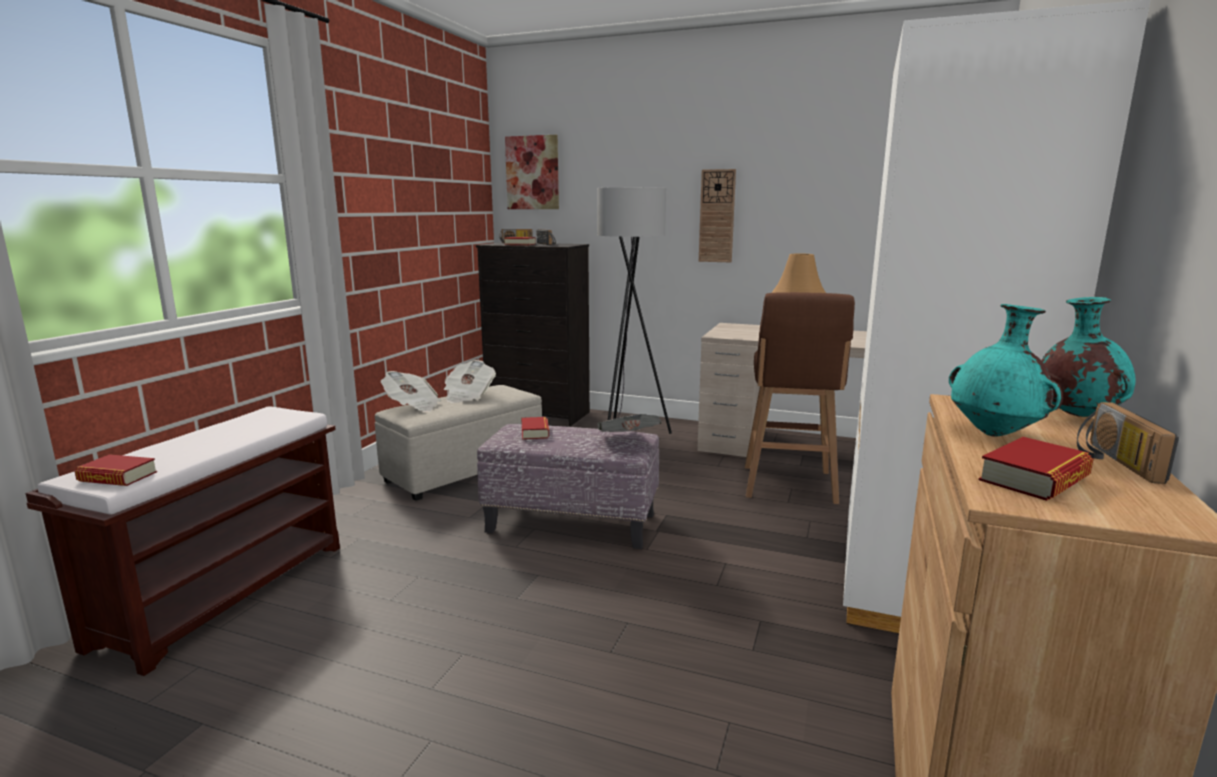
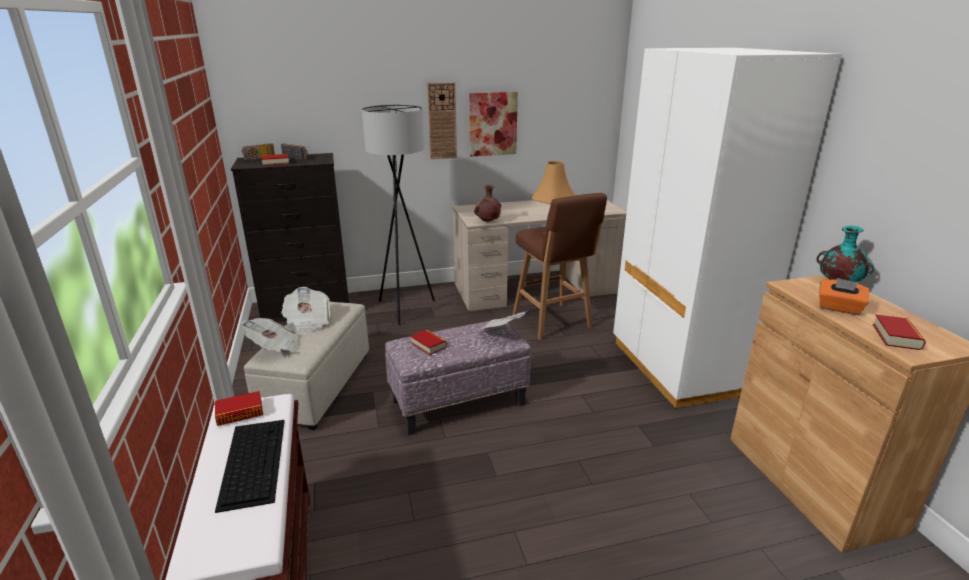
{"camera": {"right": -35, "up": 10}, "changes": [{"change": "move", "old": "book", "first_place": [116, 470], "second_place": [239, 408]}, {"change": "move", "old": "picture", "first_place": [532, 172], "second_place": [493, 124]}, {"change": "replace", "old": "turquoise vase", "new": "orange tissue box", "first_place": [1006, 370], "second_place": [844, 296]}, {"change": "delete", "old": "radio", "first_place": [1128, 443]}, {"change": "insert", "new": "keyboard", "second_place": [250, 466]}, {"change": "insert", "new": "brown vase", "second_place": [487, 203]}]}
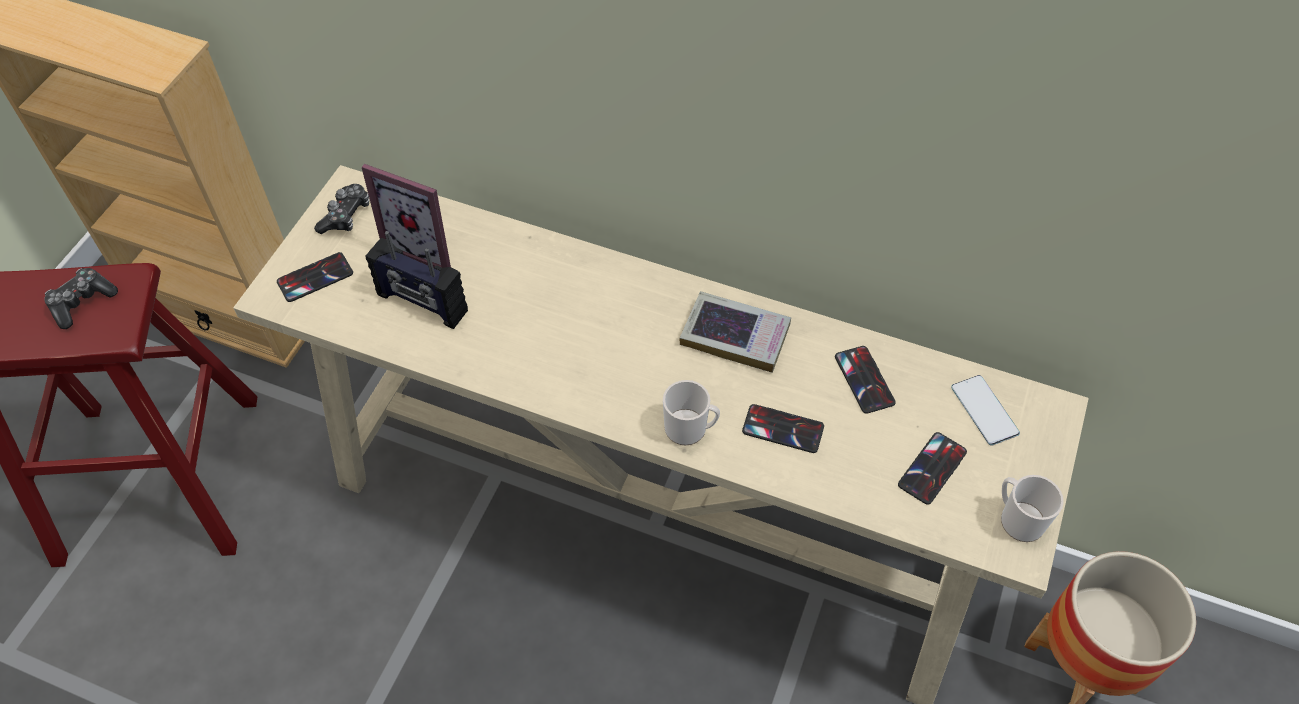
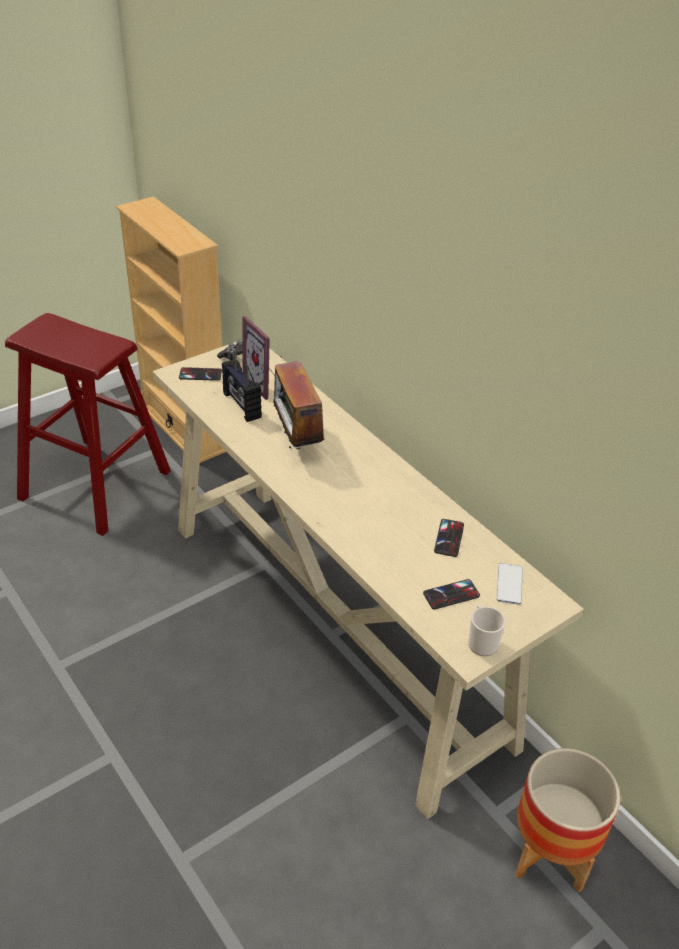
{"camera": {"right": 30, "up": -15}, "changes": [{"change": "delete", "old": "game controller", "first_place": [81, 298]}, {"change": "delete", "old": "mug", "first_place": [691, 412]}, {"change": "delete", "old": "book", "first_place": [735, 332]}, {"change": "delete", "old": "phone", "first_place": [783, 428]}, {"change": "insert", "new": "radio", "second_place": [294, 403]}]}
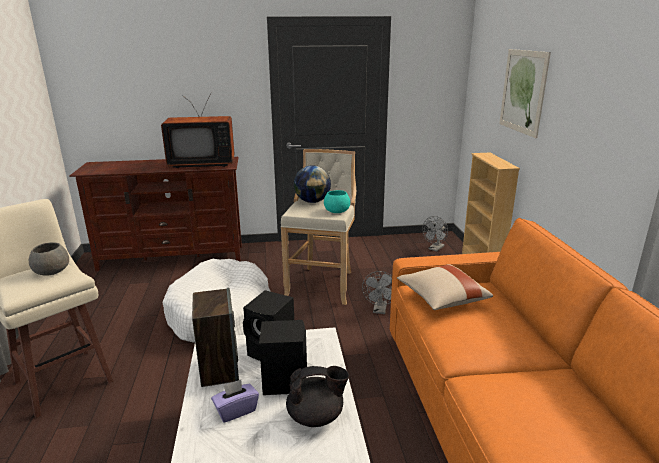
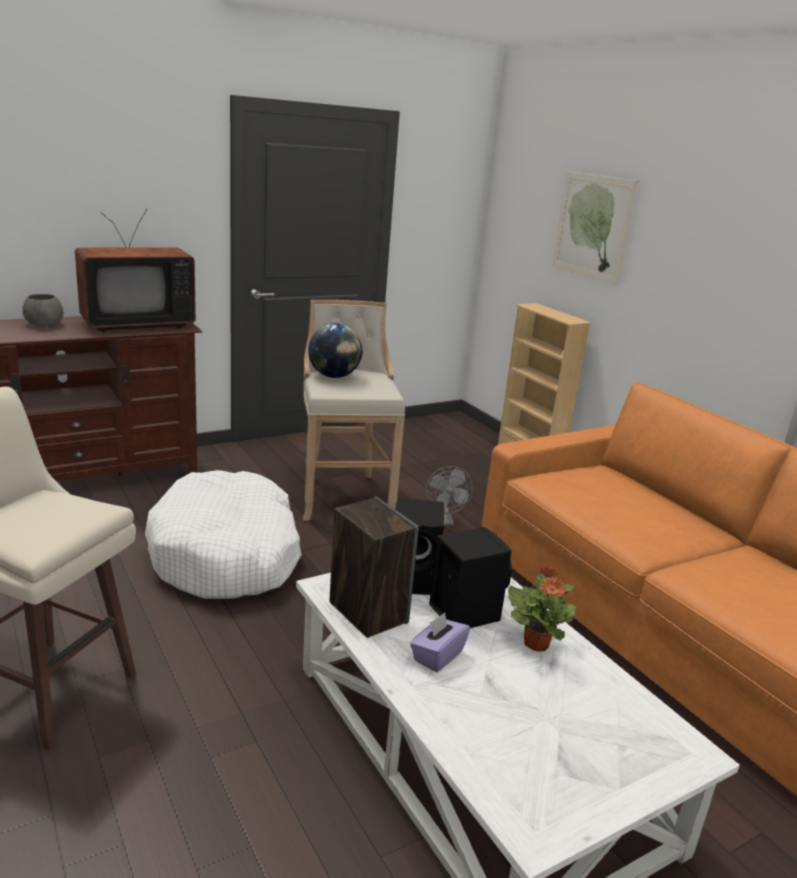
{"camera": {"right": -25, "up": 0}, "changes": [{"change": "move", "old": "grey bowl", "first_place": [49, 259], "second_place": [43, 310]}, {"change": "replace", "old": "black teapot", "new": "potted plant", "first_place": [317, 396], "second_place": [542, 609]}, {"change": "delete", "old": "turquoise bowl", "first_place": [337, 201]}, {"change": "delete", "old": "beige pillow", "first_place": [445, 287]}, {"change": "delete", "old": "grey fan", "first_place": [435, 234]}]}
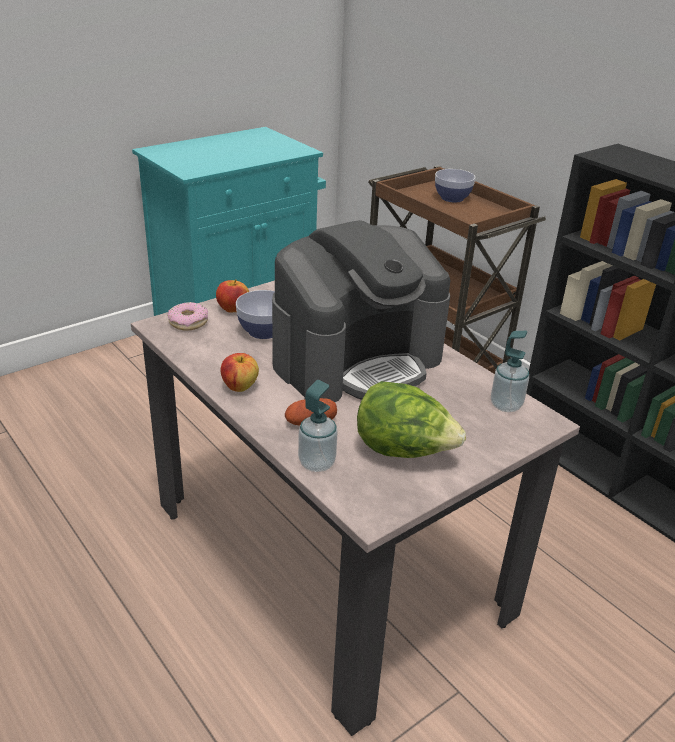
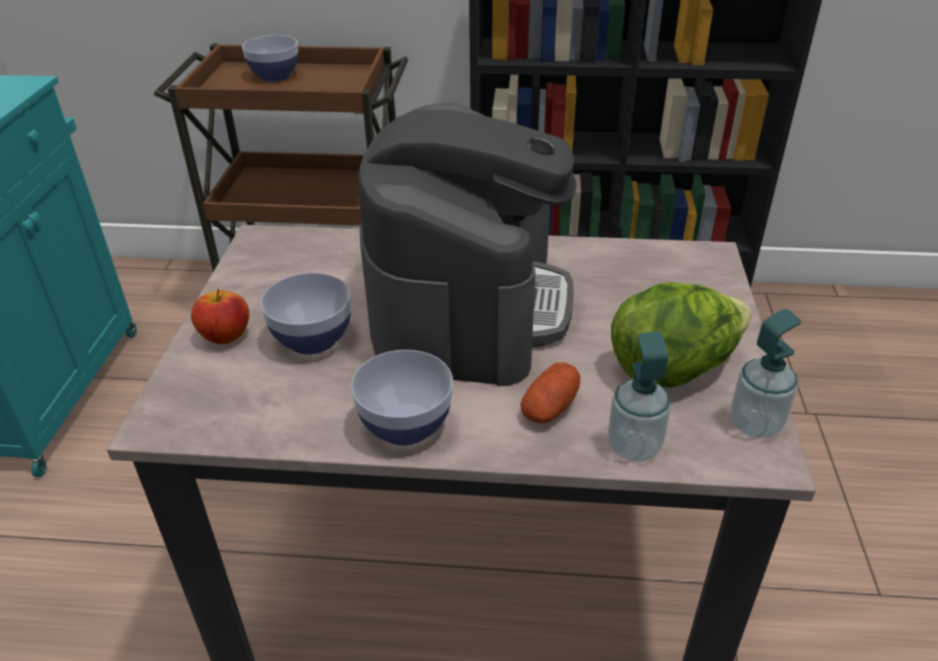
{"camera": {"right": -45, "up": 5}, "changes": [{"change": "delete", "old": "donut", "first_place": [188, 316]}, {"change": "replace", "old": "apple", "new": "bowl", "first_place": [239, 372], "second_place": [402, 398]}, {"change": "move", "old": "soap dispenser", "first_place": [510, 371], "second_place": [766, 374]}]}
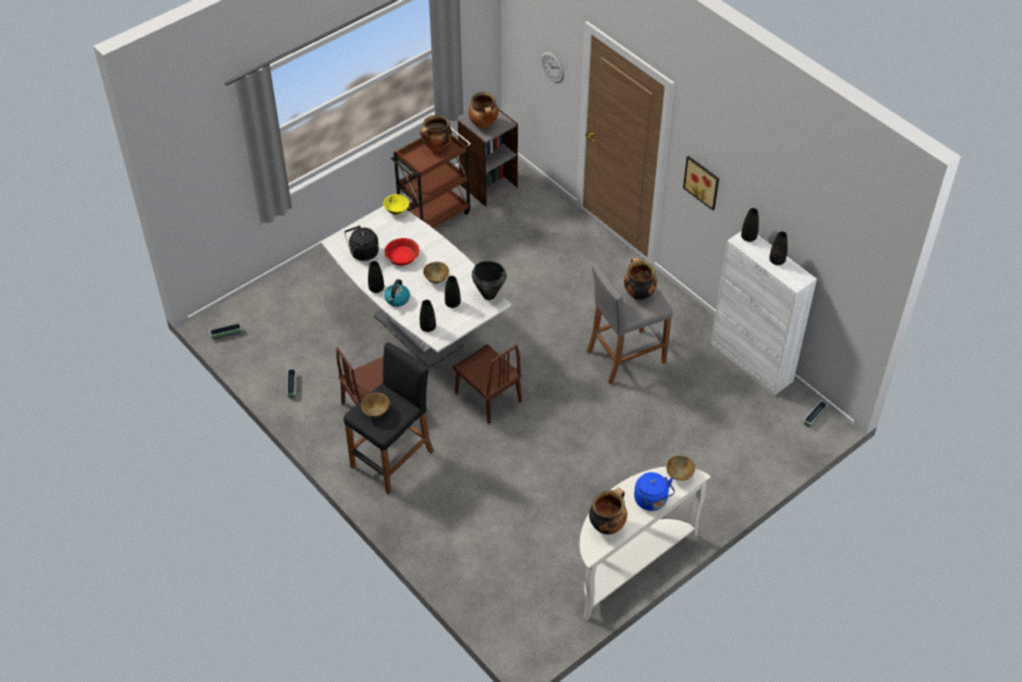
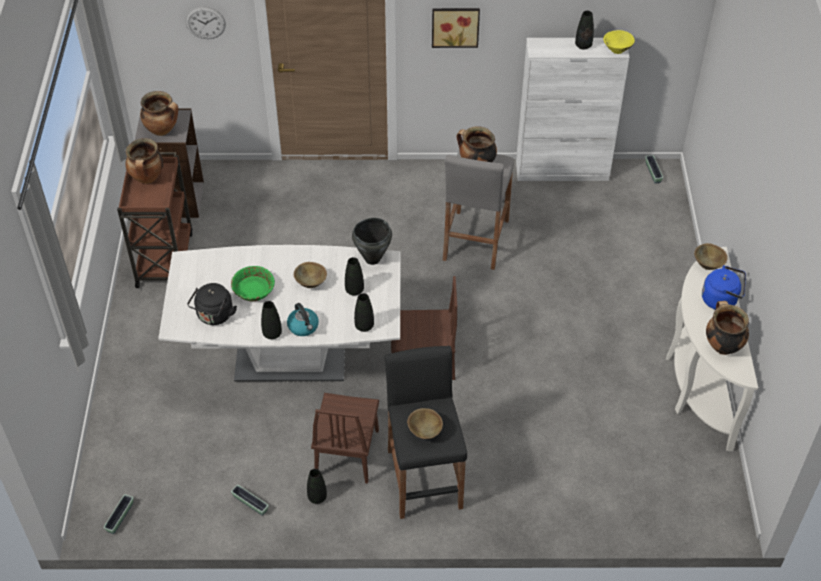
{"camera": {"right": -50, "up": 0}, "changes": [{"change": "move", "old": "yellow bowl", "first_place": [396, 204], "second_place": [619, 42]}, {"change": "recolor", "old": "red bowl", "new": "green bowl", "first_place": [401, 252], "second_place": [253, 283]}, {"change": "move", "old": "black vase", "first_place": [750, 225], "second_place": [317, 486]}]}
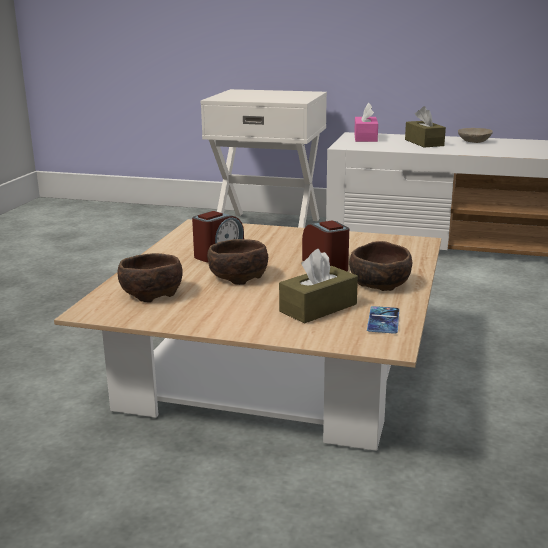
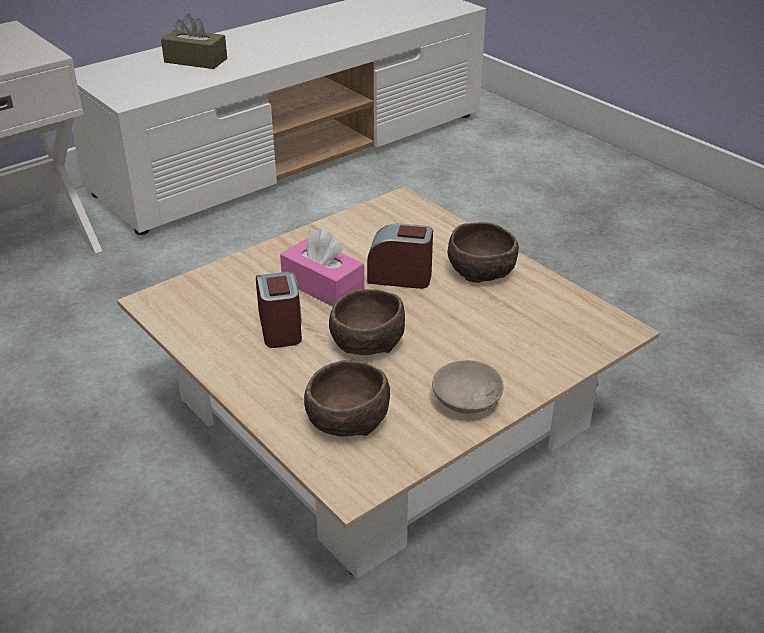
{"camera": {"right": -55, "up": 15}, "changes": [{"change": "delete", "old": "brown tissue box", "first_place": [318, 286]}, {"change": "move", "old": "pink tissue box", "first_place": [366, 122], "second_place": [322, 267]}, {"change": "delete", "old": "phone", "first_place": [383, 320]}, {"change": "move", "old": "beige bowl", "first_place": [475, 135], "second_place": [468, 387]}]}
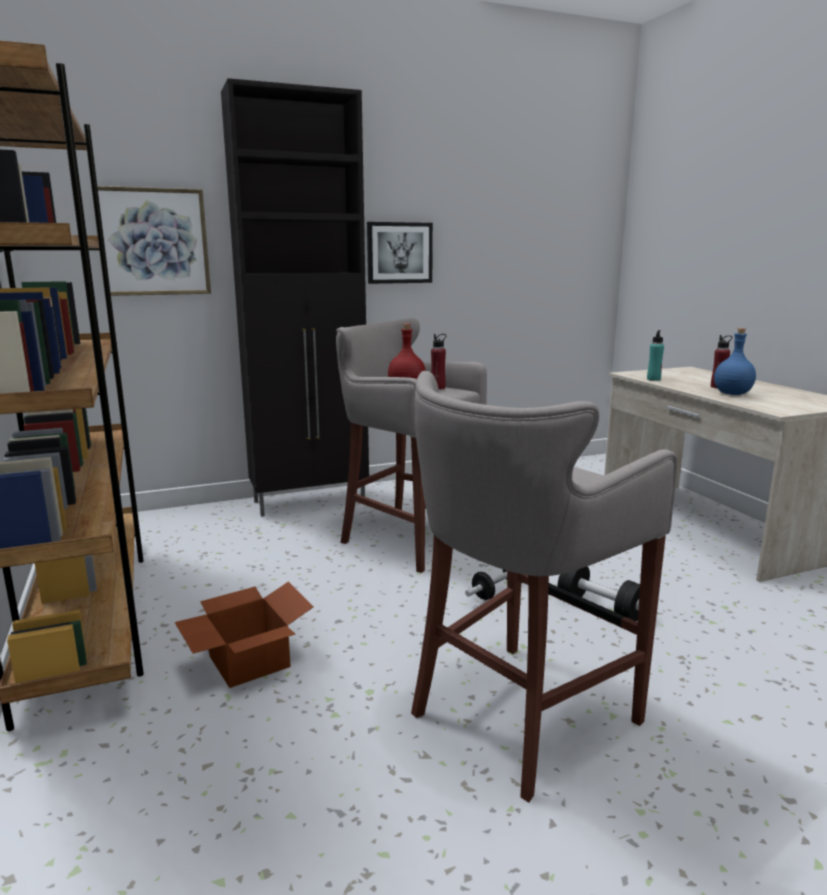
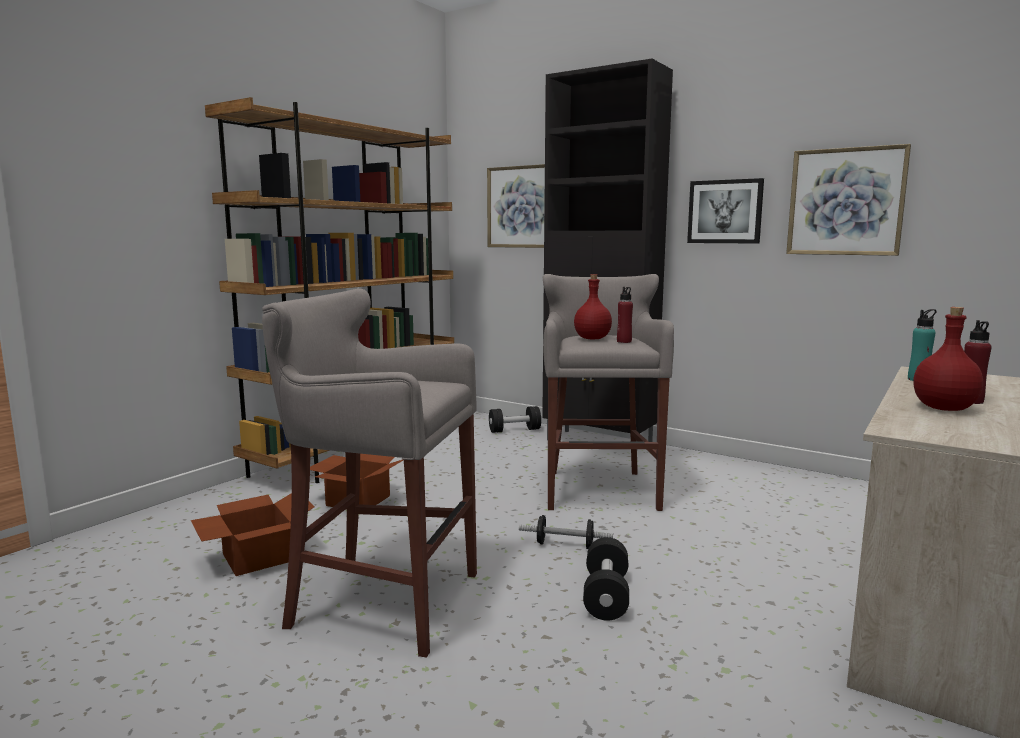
{"camera": {"right": 55, "up": -5}, "changes": [{"change": "recolor", "old": "blue bottle", "new": "red bottle", "first_place": [735, 361], "second_place": [948, 359]}, {"change": "insert", "new": "cardboard box", "second_place": [253, 534]}, {"change": "insert", "new": "black dumbbell", "second_place": [515, 419]}, {"change": "insert", "new": "picture", "second_place": [848, 200]}]}
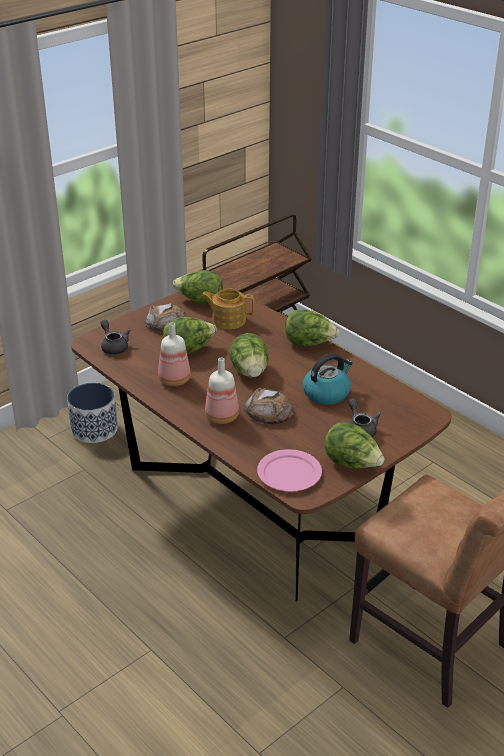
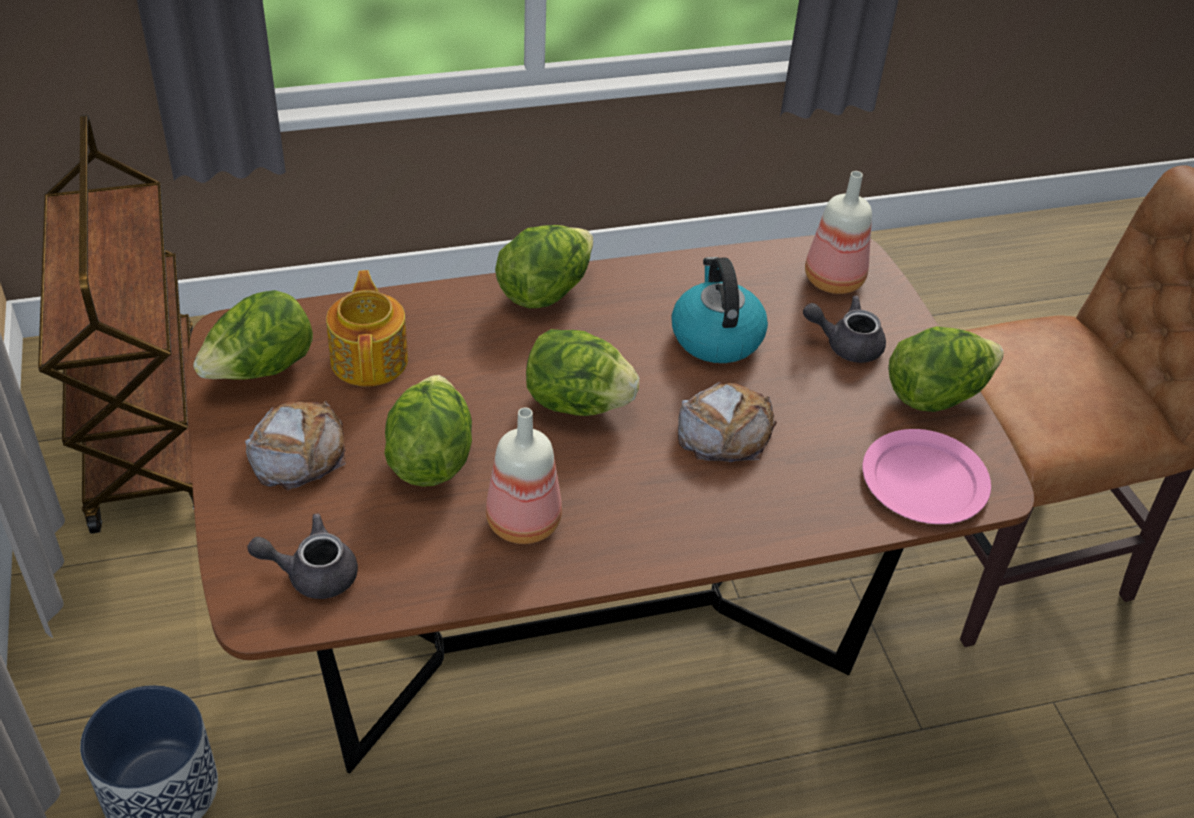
{"camera": {"right": -65, "up": 10}, "changes": [{"change": "rotate", "old": "teapot", "first_place": [228, 308], "second_place": [367, 328], "degrees": 135}, {"change": "move", "old": "bottle", "first_place": [222, 391], "second_place": [838, 232]}]}
